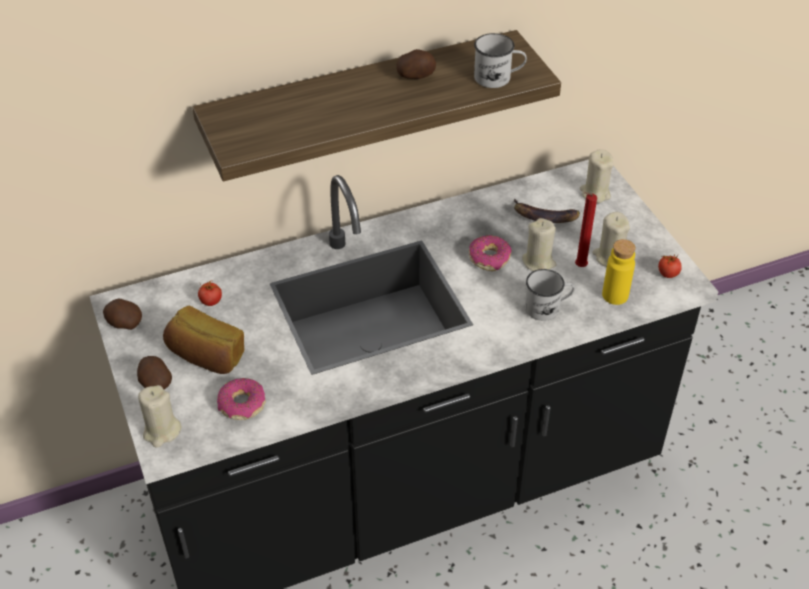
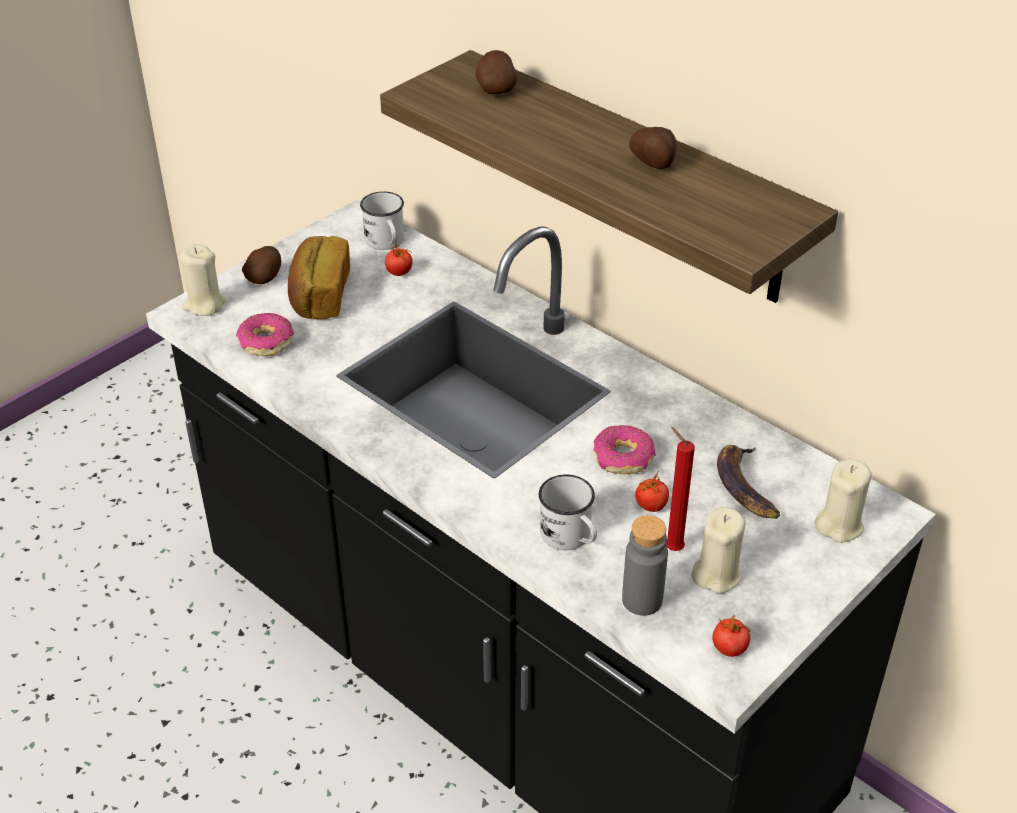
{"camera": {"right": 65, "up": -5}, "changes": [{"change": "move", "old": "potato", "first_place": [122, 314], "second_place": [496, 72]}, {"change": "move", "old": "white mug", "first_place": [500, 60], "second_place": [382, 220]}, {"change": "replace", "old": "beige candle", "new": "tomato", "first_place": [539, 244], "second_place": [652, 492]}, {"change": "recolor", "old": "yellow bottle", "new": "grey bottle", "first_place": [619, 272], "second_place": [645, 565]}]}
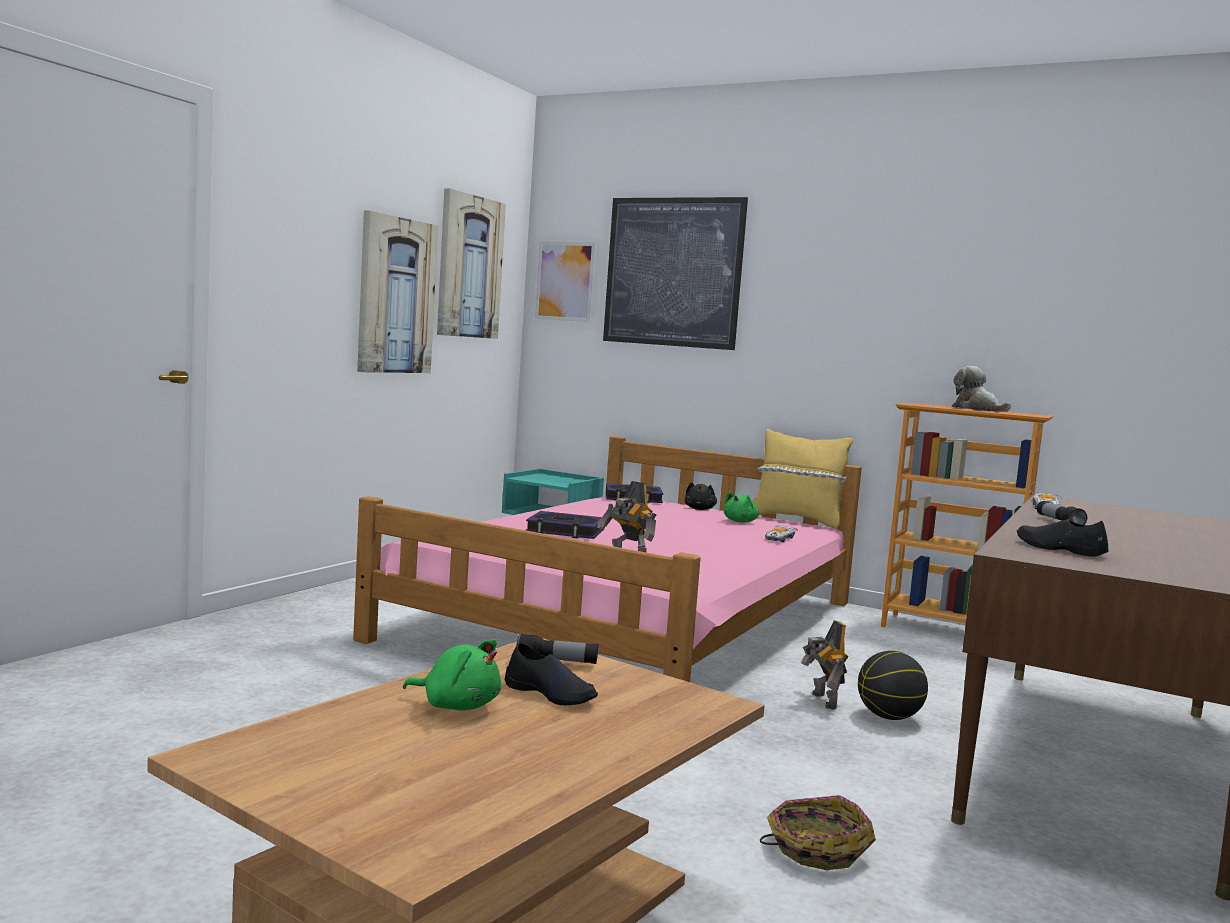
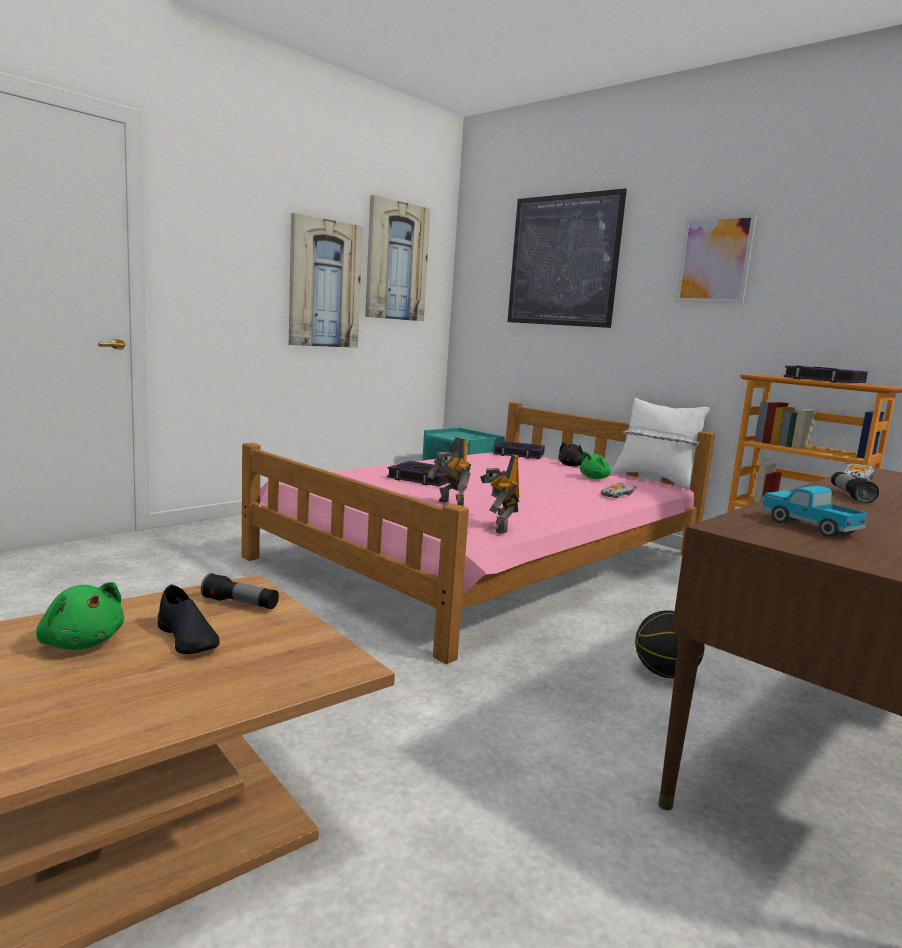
{"camera": {"right": 15, "up": 5}, "changes": [{"change": "move", "old": "picture", "first_place": [565, 281], "second_place": [716, 258]}, {"change": "recolor", "old": "yellow pillow", "new": "white pillow", "first_place": [803, 479], "second_place": [661, 443]}, {"change": "delete", "old": "basket", "first_place": [818, 832]}, {"change": "move", "old": "toy robot", "first_place": [825, 665], "second_place": [499, 494]}, {"change": "replace", "old": "plush toy", "new": "book", "first_place": [981, 389], "second_place": [825, 374]}, {"change": "replace", "old": "black shoe", "new": "toy truck", "first_place": [1062, 538], "second_place": [814, 511]}]}
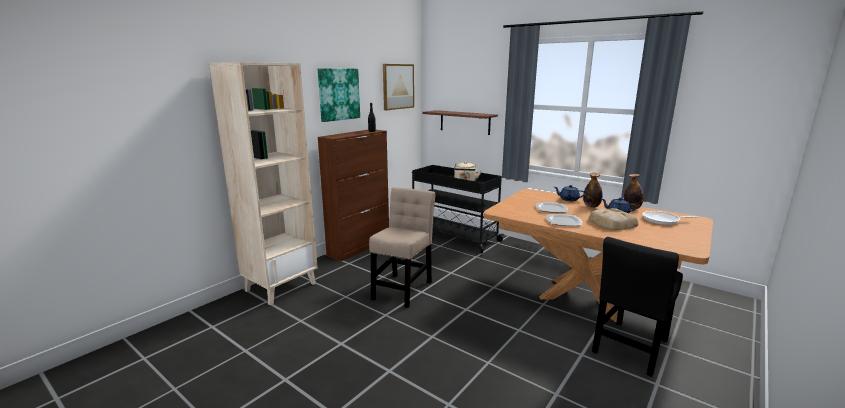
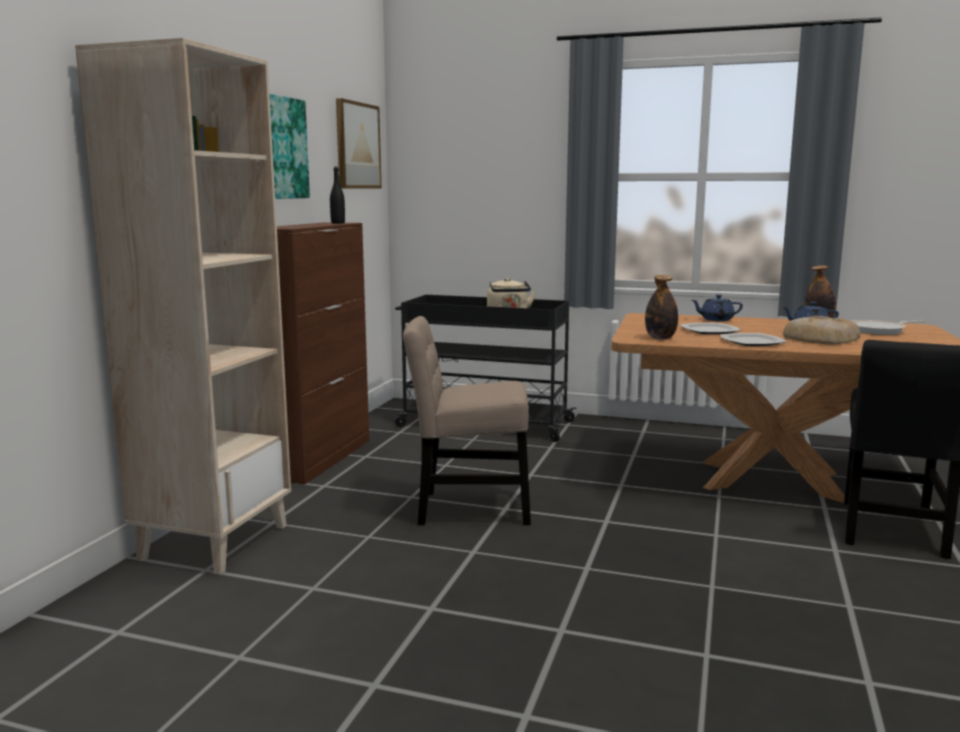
{"camera": {"right": -20, "up": -5}, "changes": [{"change": "rotate", "old": "beige chair", "first_place": [402, 247], "second_place": [467, 420], "degrees": -90}, {"change": "delete", "old": "shelf", "first_place": [460, 122]}, {"change": "move", "old": "bottle", "first_place": [592, 190], "second_place": [661, 307]}]}
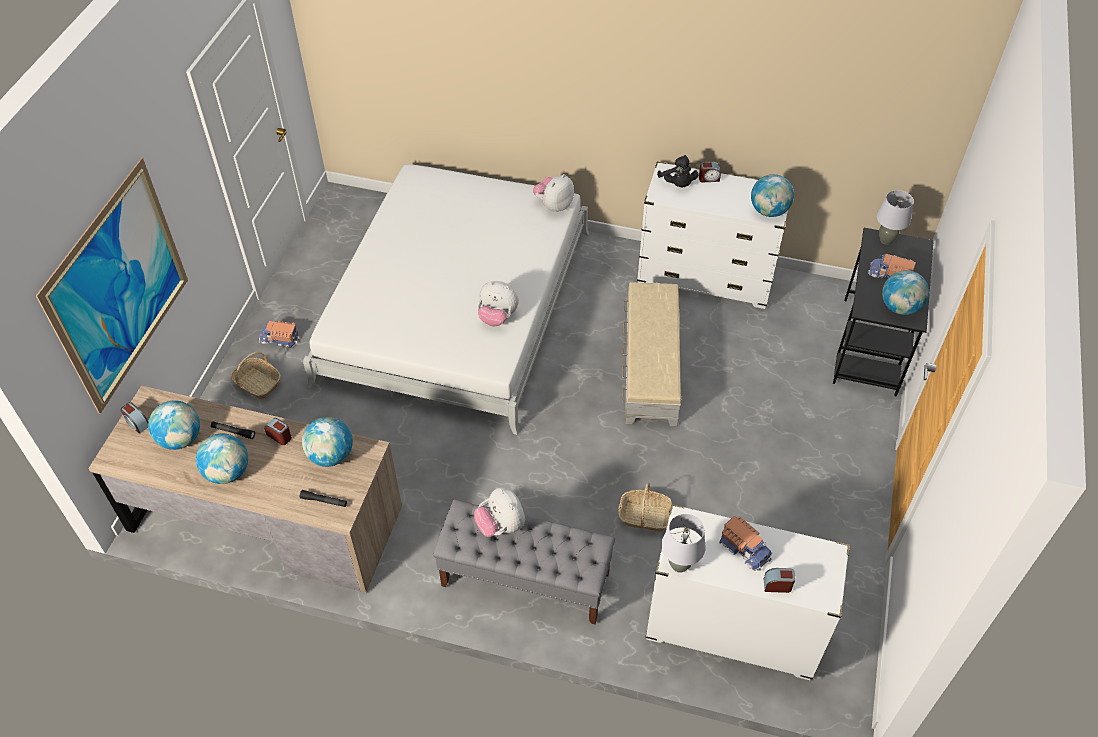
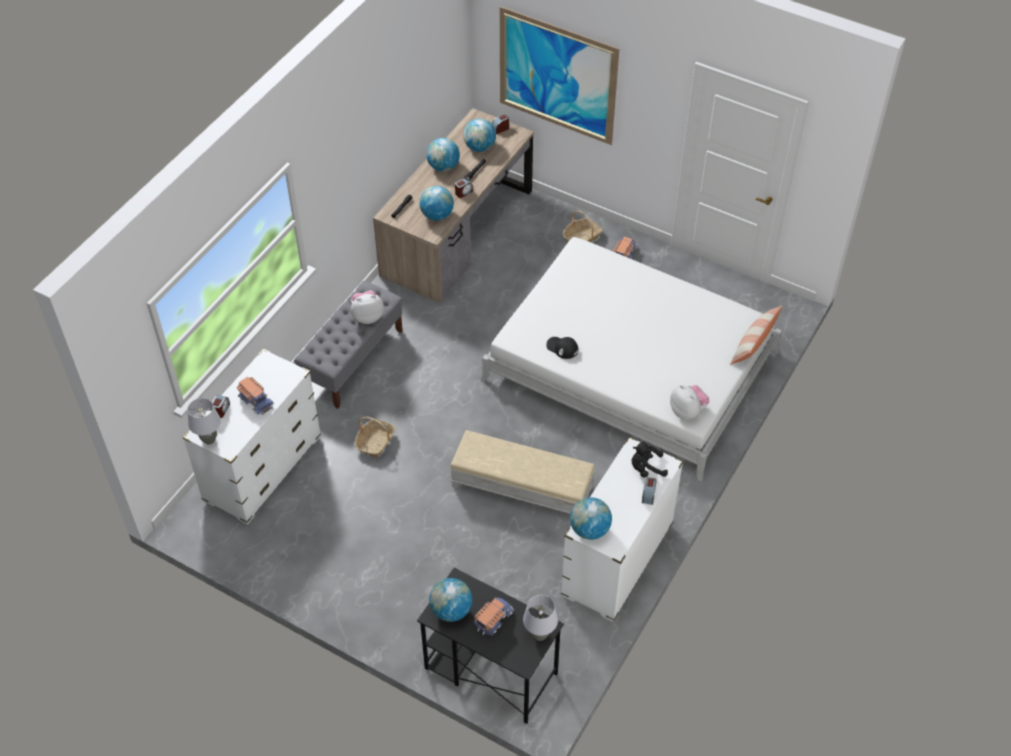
{"camera": {"right": 105, "up": 0}, "changes": [{"change": "replace", "old": "plush toy", "new": "black cap", "first_place": [498, 303], "second_place": [562, 348]}, {"change": "move", "old": "grey table lamp", "first_place": [683, 543], "second_place": [204, 421]}, {"change": "rotate", "old": "toy truck", "first_place": [746, 543], "second_place": [255, 396], "degrees": -105}, {"change": "insert", "new": "pillow", "second_place": [756, 335]}]}
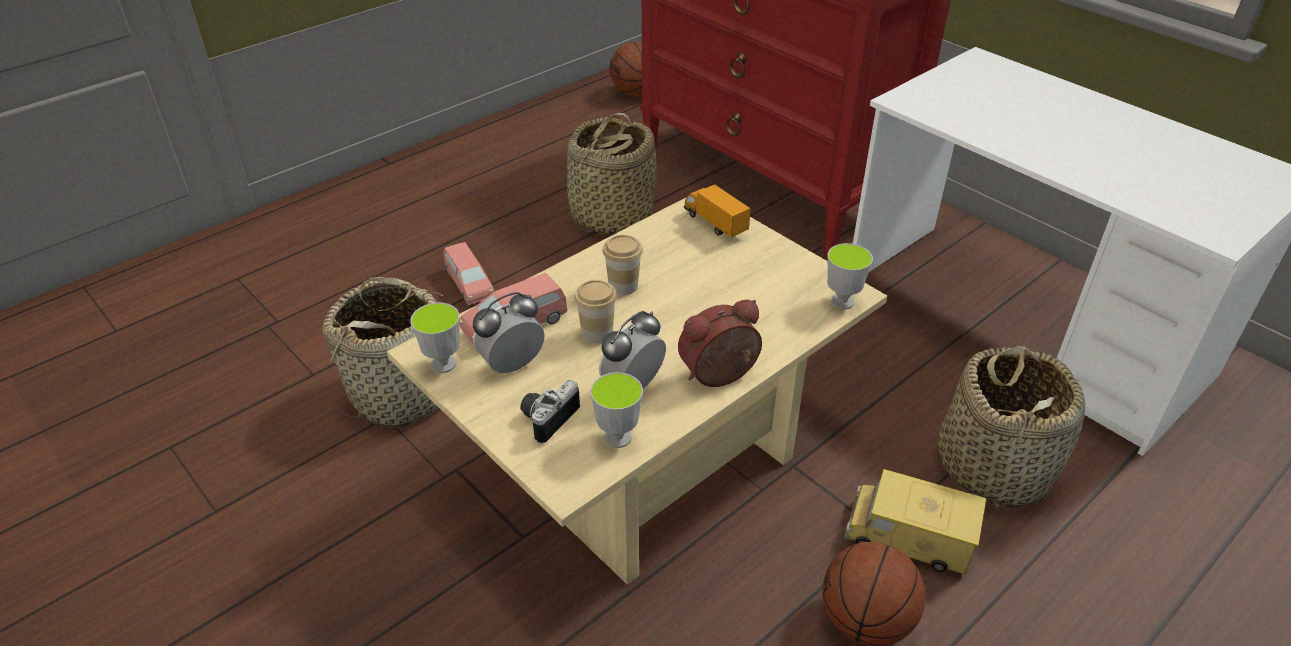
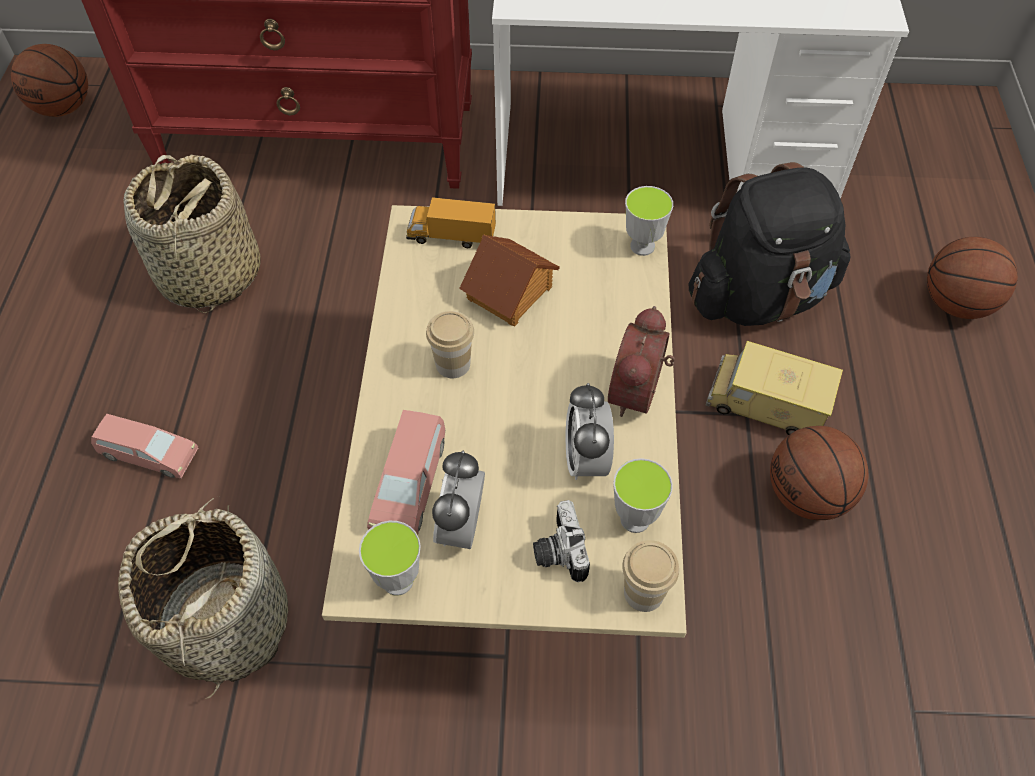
{"camera": {"right": -45, "up": 15}, "changes": [{"change": "move", "old": "cup", "first_place": [595, 311], "second_place": [650, 576]}, {"change": "rotate", "old": "toy truck", "first_place": [915, 522], "second_place": [774, 388], "degrees": 45}, {"change": "replace", "old": "basket", "new": "black backpack", "first_place": [1011, 426], "second_place": [769, 244]}, {"change": "insert", "new": "toy house", "second_place": [509, 280]}, {"change": "insert", "new": "basketball", "second_place": [972, 278]}]}
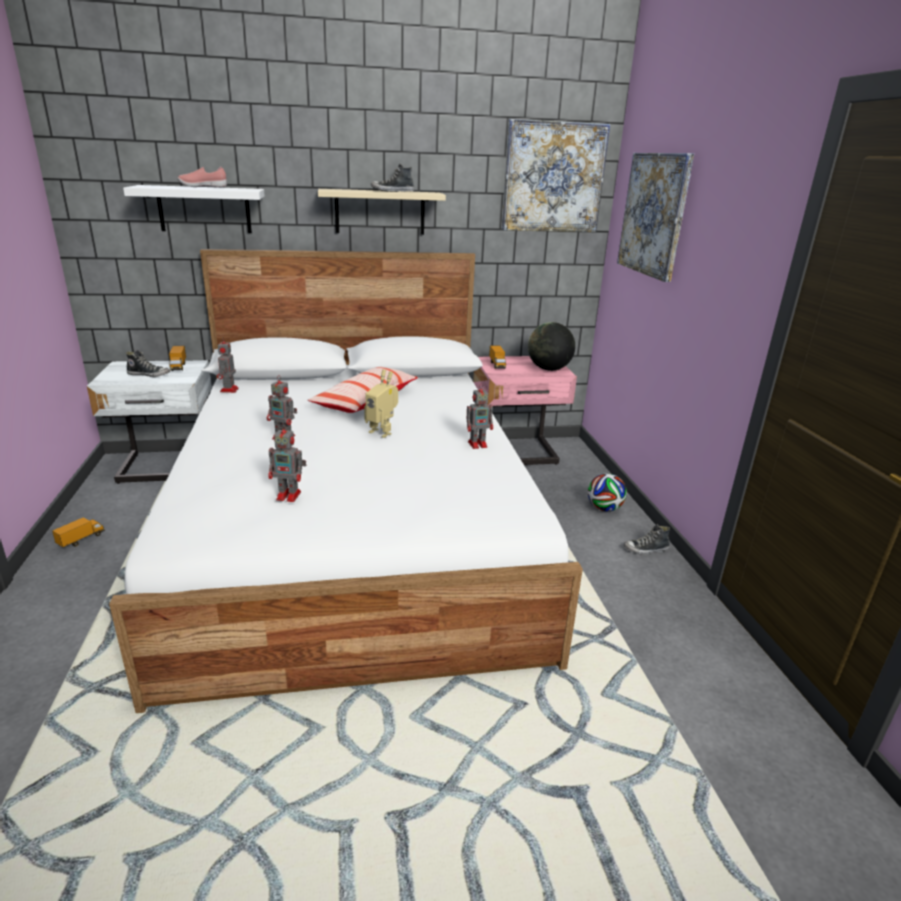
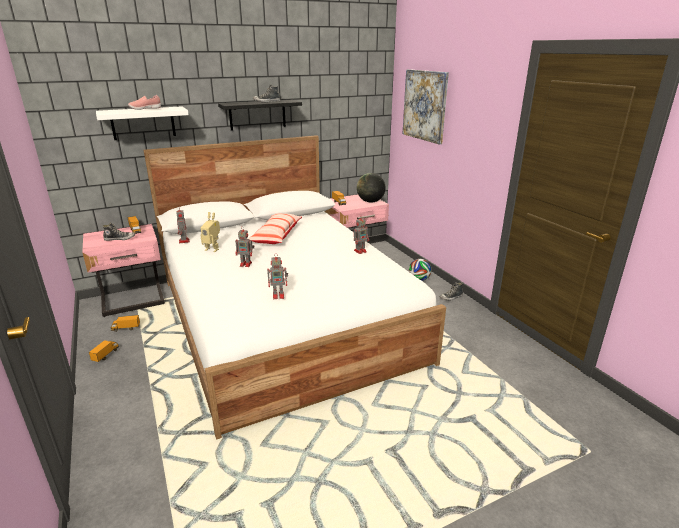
{"camera": {"right": -15, "up": 0}, "changes": [{"change": "recolor", "old": "white nightstand", "new": "pink nightstand", "first_place": [149, 422], "second_place": [123, 270]}, {"change": "recolor", "old": "beige shelf", "new": "black shelf", "first_place": [382, 212], "second_place": [260, 115]}, {"change": "move", "old": "toy robot", "first_place": [381, 403], "second_place": [210, 232]}, {"change": "delete", "old": "picture", "first_place": [556, 175]}, {"change": "insert", "new": "toy truck", "second_place": [125, 323]}]}
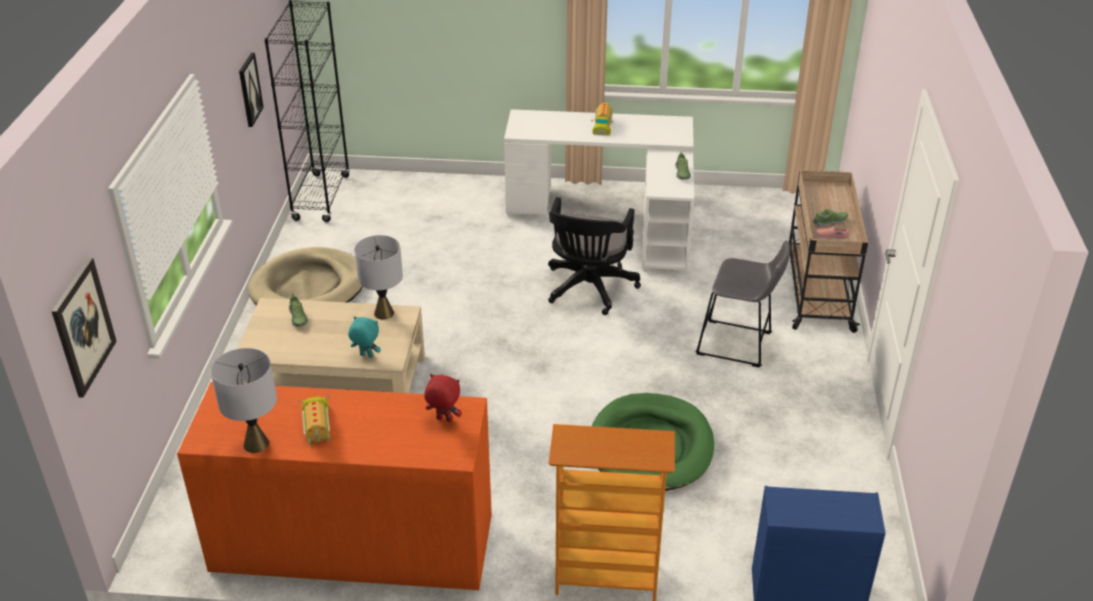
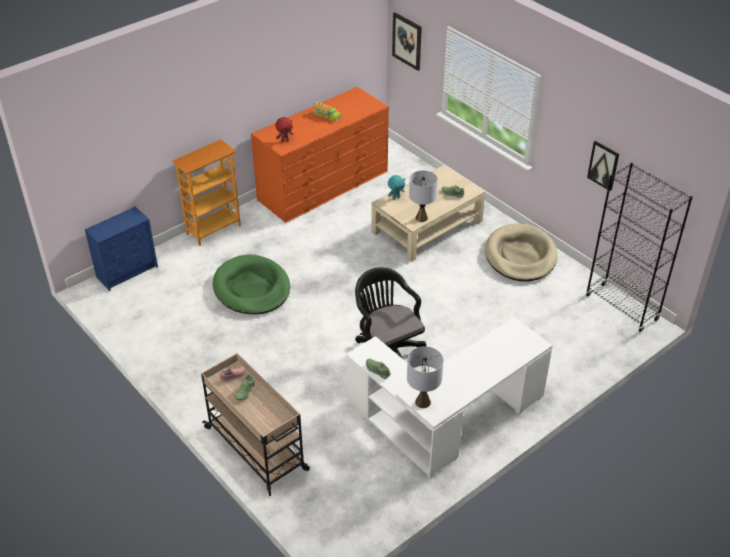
{"camera": {"right": 135, "up": 5}, "changes": [{"change": "move", "old": "grey table lamp", "first_place": [244, 400], "second_place": [425, 377]}, {"change": "delete", "old": "toy truck", "first_place": [602, 119]}, {"change": "delete", "old": "grey stool", "first_place": [742, 304]}]}
